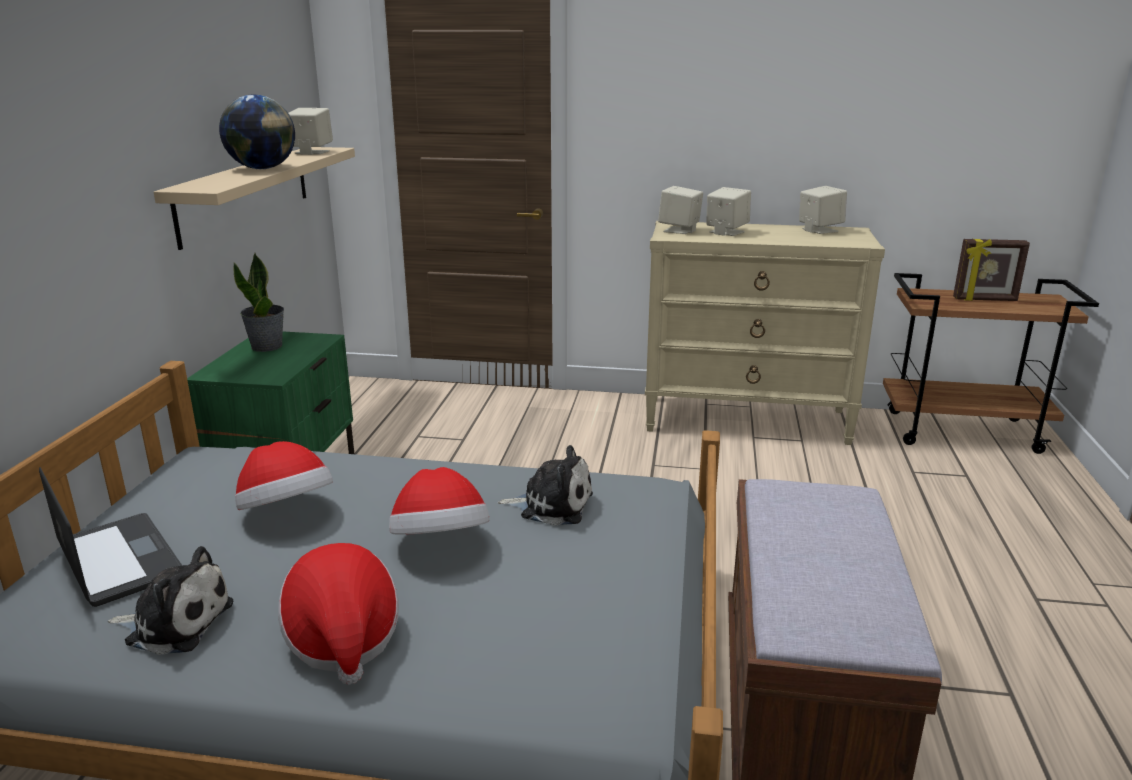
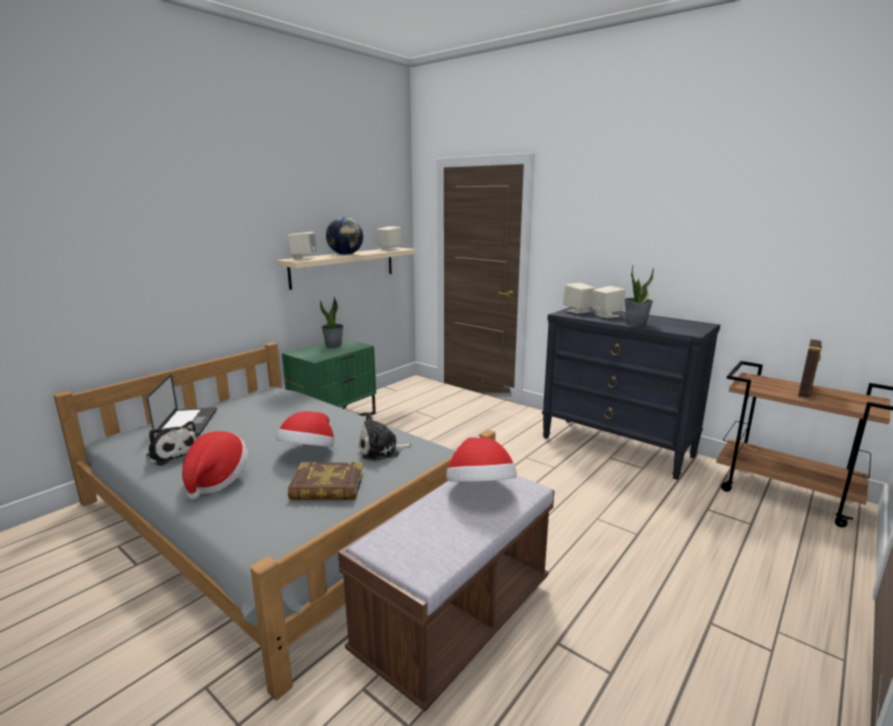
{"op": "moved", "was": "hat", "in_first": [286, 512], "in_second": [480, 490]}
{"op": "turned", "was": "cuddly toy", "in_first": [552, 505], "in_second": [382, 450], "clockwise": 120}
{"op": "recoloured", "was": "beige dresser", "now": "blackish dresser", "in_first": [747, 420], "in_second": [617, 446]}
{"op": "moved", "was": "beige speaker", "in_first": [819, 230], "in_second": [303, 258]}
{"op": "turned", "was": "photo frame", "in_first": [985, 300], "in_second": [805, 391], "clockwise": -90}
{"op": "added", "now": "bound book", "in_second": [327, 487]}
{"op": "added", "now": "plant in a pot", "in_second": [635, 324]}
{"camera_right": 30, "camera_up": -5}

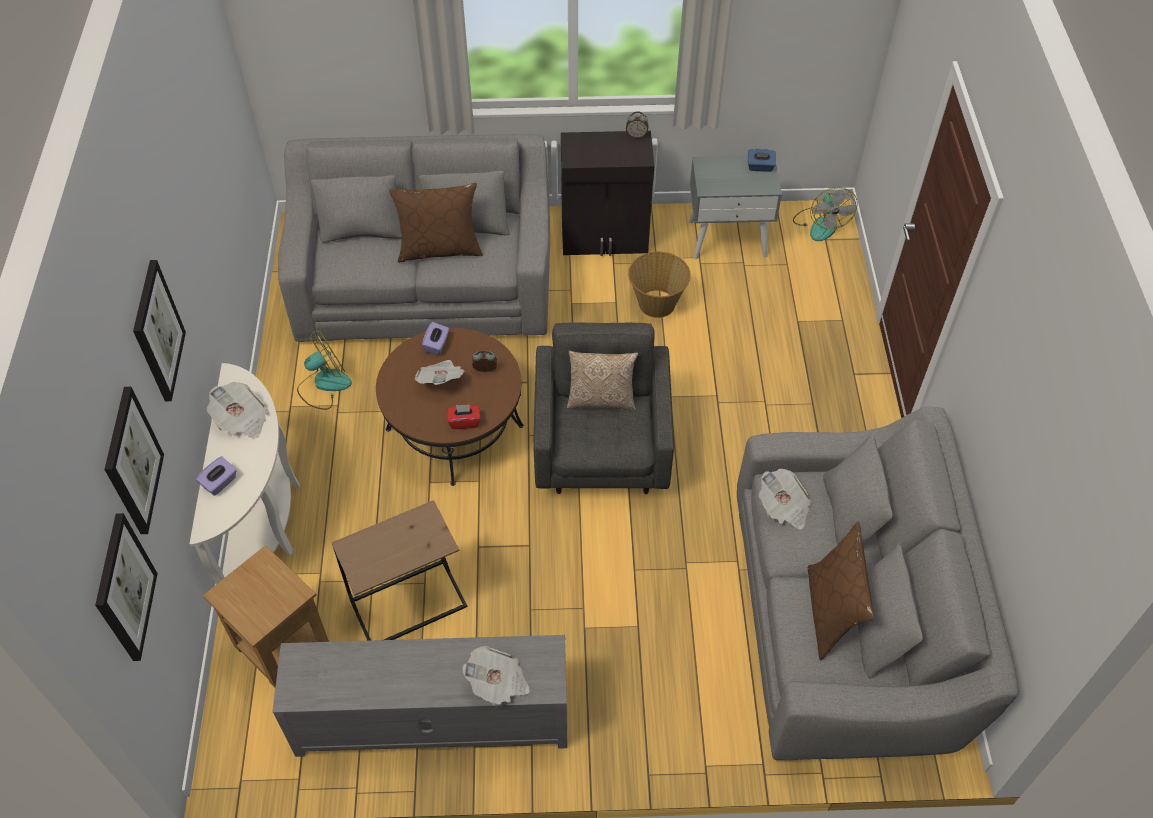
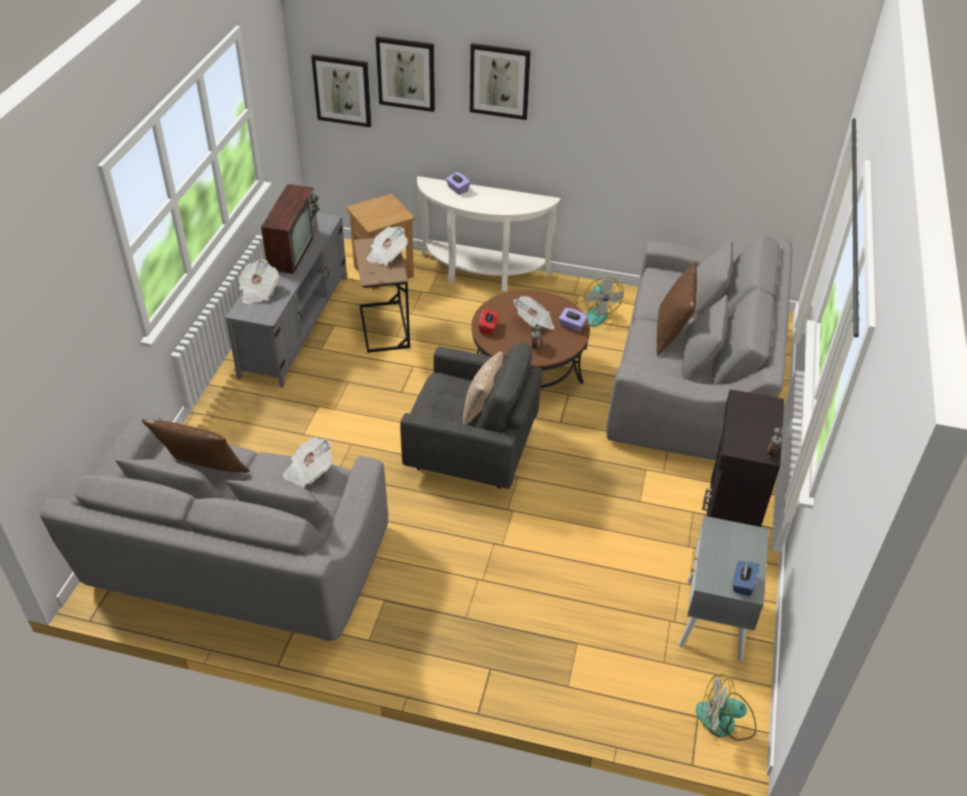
{"op": "moved", "was": "newspaper", "in_first": [241, 420], "in_second": [386, 255]}
{"op": "removed", "was": "storage basket", "in_first": [657, 303]}
{"op": "added", "now": "TV set", "in_second": [293, 248]}
{"camera_right": 105, "camera_up": -10}

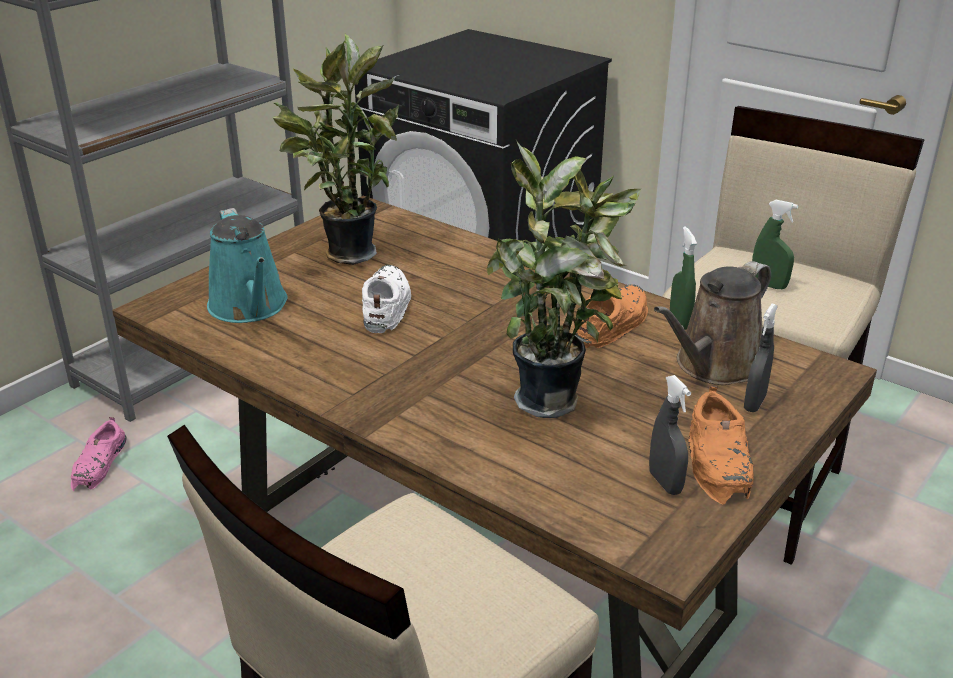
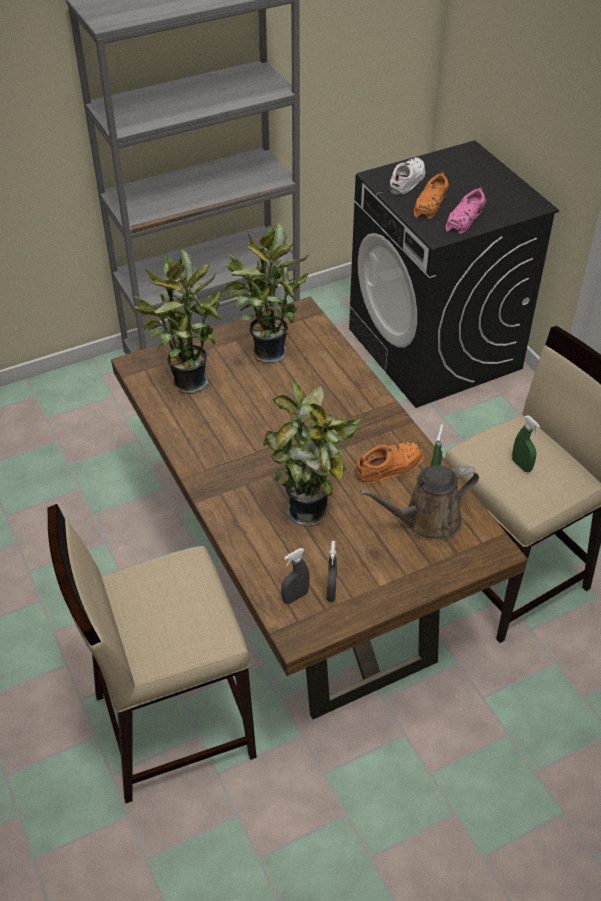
{"op": "moved", "was": "pinkish item of footwear", "in_first": [99, 464], "in_second": [465, 218]}
{"op": "replaced", "was": "turquoise-coloured watering pot", "now": "plant in a pot", "in_first": [250, 307], "in_second": [186, 382]}
{"op": "moved", "was": "white-coloured item of footwear", "in_first": [385, 305], "in_second": [407, 180]}
{"op": "moved", "was": "orange item of footwear", "in_first": [719, 460], "in_second": [431, 203]}
{"op": "moved", "was": "grey hand sprayer", "in_first": [754, 403], "in_second": [295, 597]}
{"camera_right": 25, "camera_up": 15}

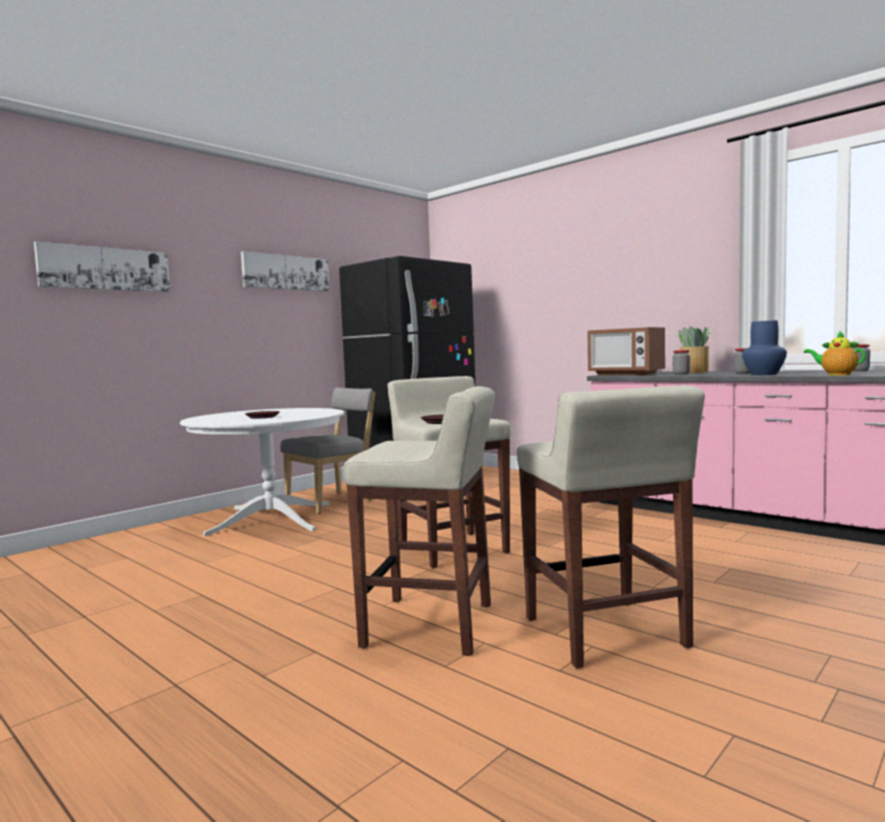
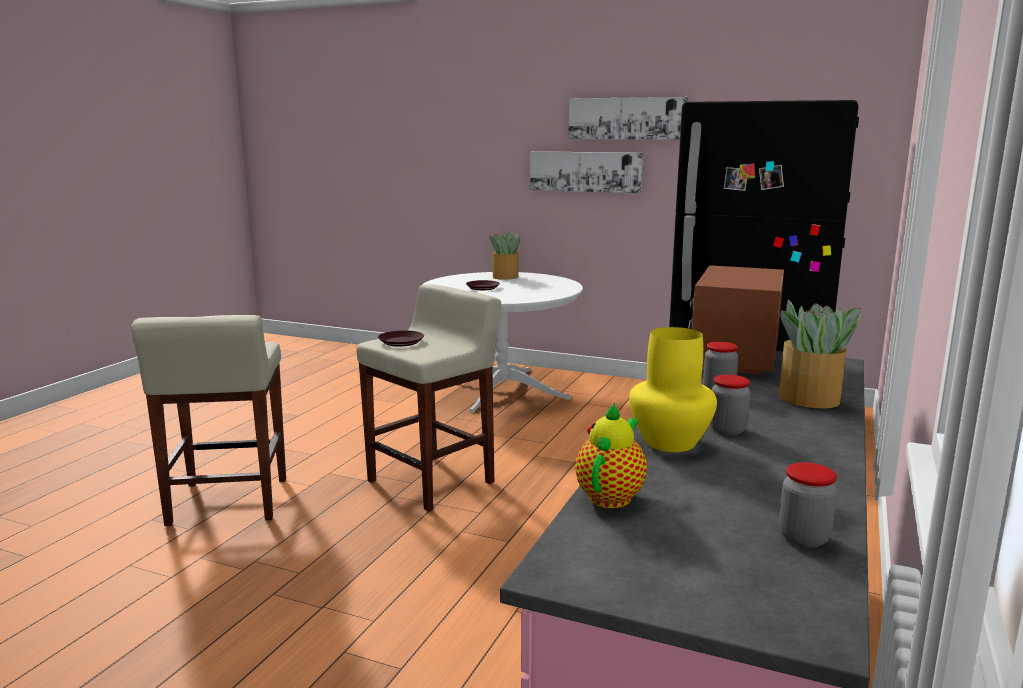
{"op": "moved", "was": "wall picture", "in_first": [105, 269], "in_second": [585, 171]}
{"op": "removed", "was": "grey upright chair", "in_first": [333, 502]}
{"op": "removed", "was": "beige stool", "in_first": [605, 634]}
{"op": "recoloured", "was": "blue-coloured vase", "now": "yellow-coloured vase", "in_first": [763, 374], "in_second": [670, 442]}
{"op": "added", "now": "plant in a pot", "in_second": [504, 277]}
{"camera_right": 70, "camera_up": 10}

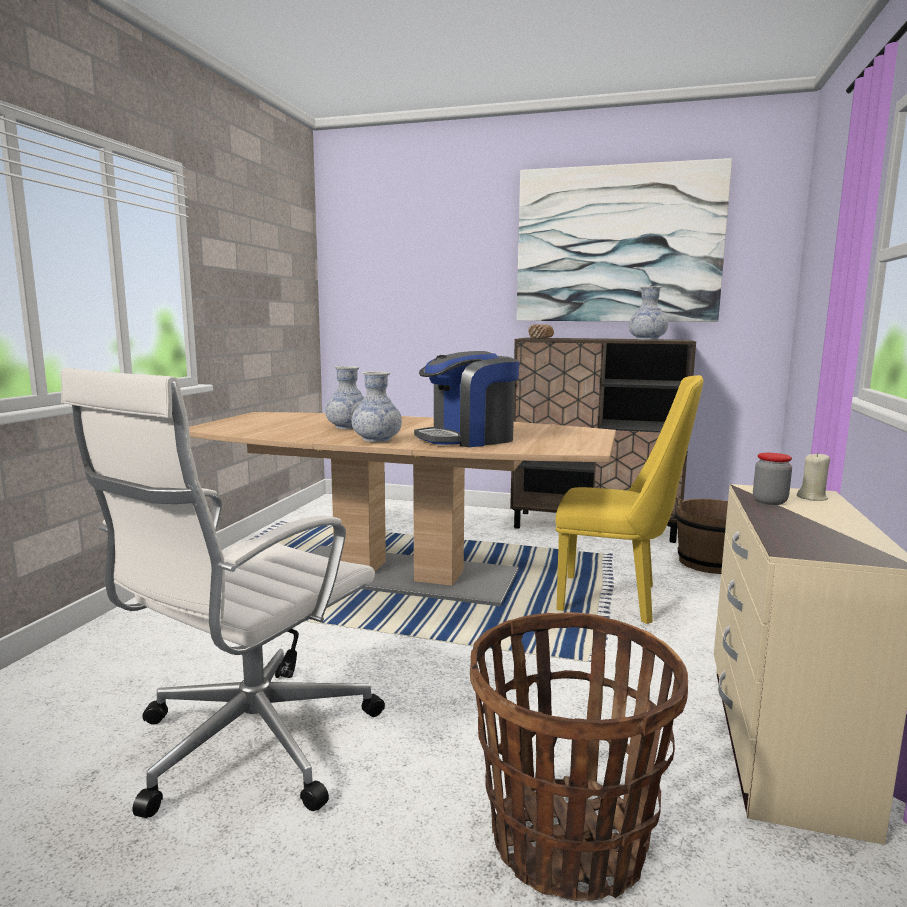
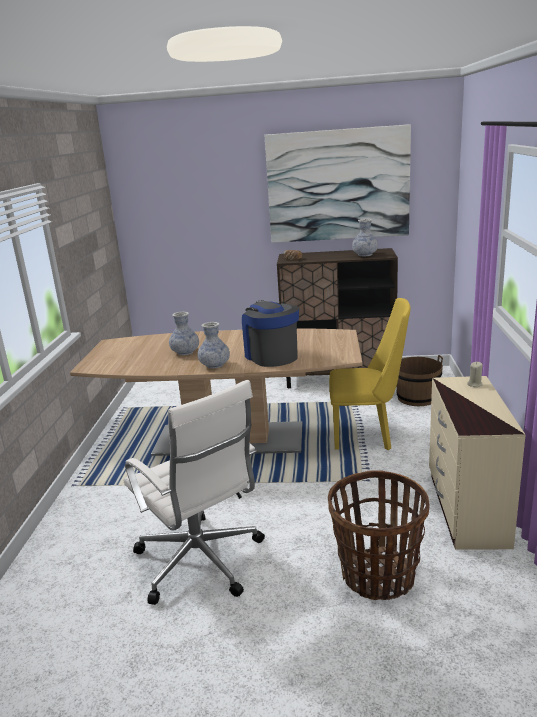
{"op": "turned", "was": "white-coloured office chair", "in_first": [248, 744], "in_second": [201, 563], "clockwise": -60}
{"op": "turned", "was": "coffee machine", "in_first": [468, 439], "in_second": [271, 356], "clockwise": 105}
{"op": "removed", "was": "preserve jar", "in_first": [769, 501]}
{"camera_right": -10, "camera_up": 10}

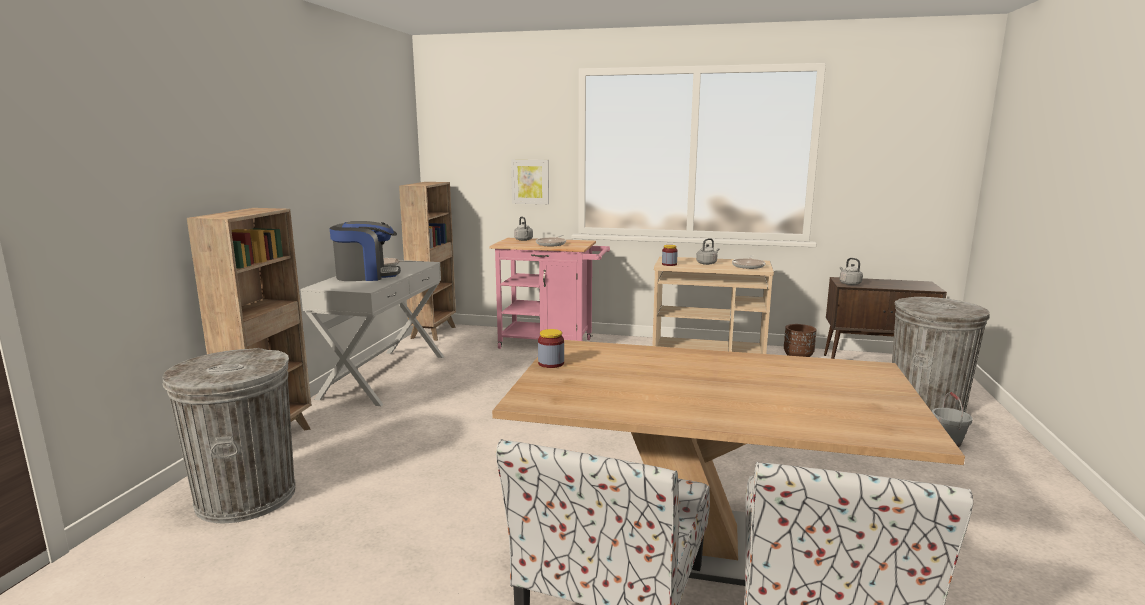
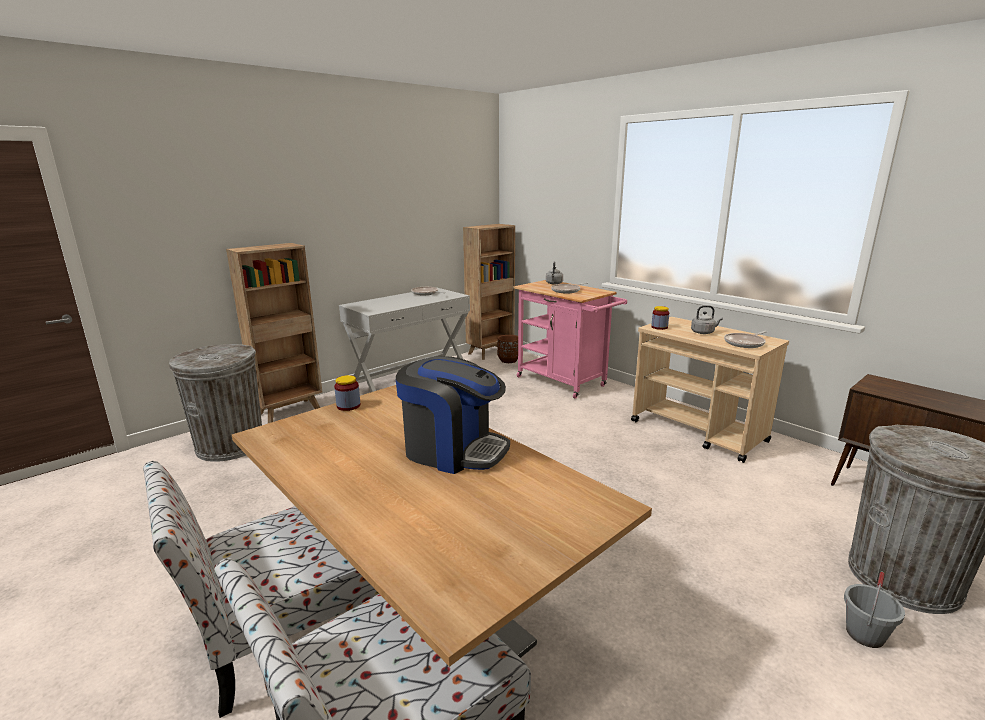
{"op": "moved", "was": "coffee machine", "in_first": [366, 276], "in_second": [453, 450]}
{"op": "removed", "was": "wall picture", "in_first": [530, 181]}
{"op": "moved", "was": "brown-coloured flower pot", "in_first": [798, 357], "in_second": [508, 360]}
{"op": "removed", "was": "grey tea kettle", "in_first": [849, 283]}
{"camera_right": 35, "camera_up": 5}

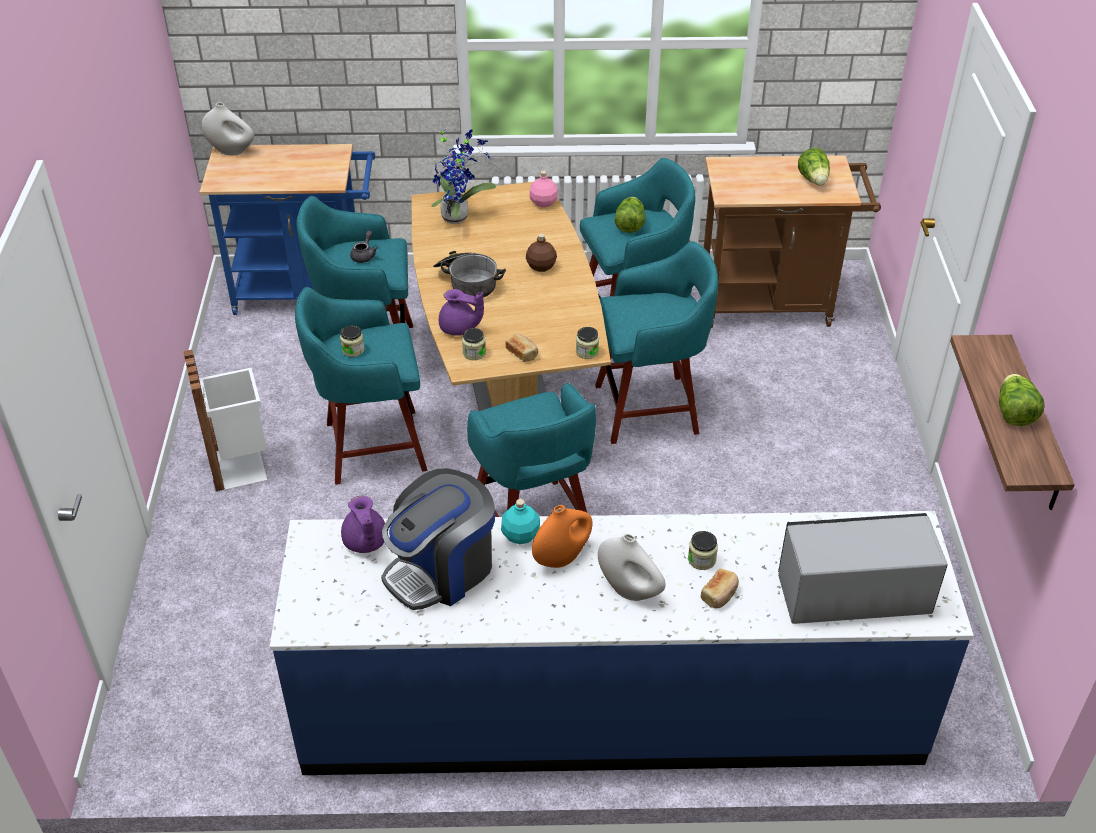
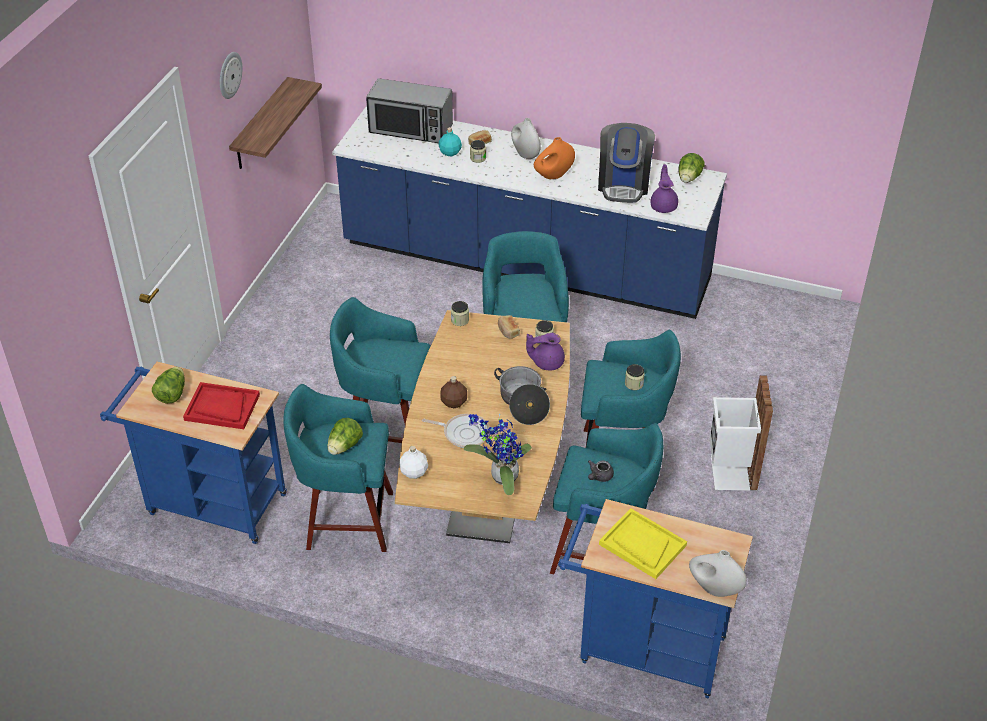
{"op": "turned", "was": "coffee machine", "in_first": [441, 570], "in_second": [623, 184], "clockwise": 120}
{"op": "turned", "was": "purple teapot", "in_first": [459, 328], "in_second": [546, 362], "clockwise": -45}
{"op": "moved", "was": "turquoise-coloured beverage bottle", "in_first": [521, 535], "in_second": [450, 152]}
{"op": "recoloured", "was": "pinkish beverage bottle", "now": "white-coloured beverage bottle", "in_first": [543, 202], "in_second": [414, 472]}
{"op": "recoloured", "was": "brown-coloured cart", "now": "blue-coloured cart", "in_first": [774, 304], "in_second": [209, 503]}
{"op": "moved", "was": "head of lettuce", "in_first": [1013, 413], "in_second": [689, 178]}
{"op": "added", "now": "red-coloured carrying tray", "in_second": [222, 407]}
{"op": "added", "now": "hanging clock", "in_second": [229, 75]}
{"op": "added", "now": "skillet", "in_second": [464, 433]}
{"op": "added", "now": "yellow-coloured carrying tray", "in_second": [642, 545]}
{"camera_right": -160, "camera_up": 0}

